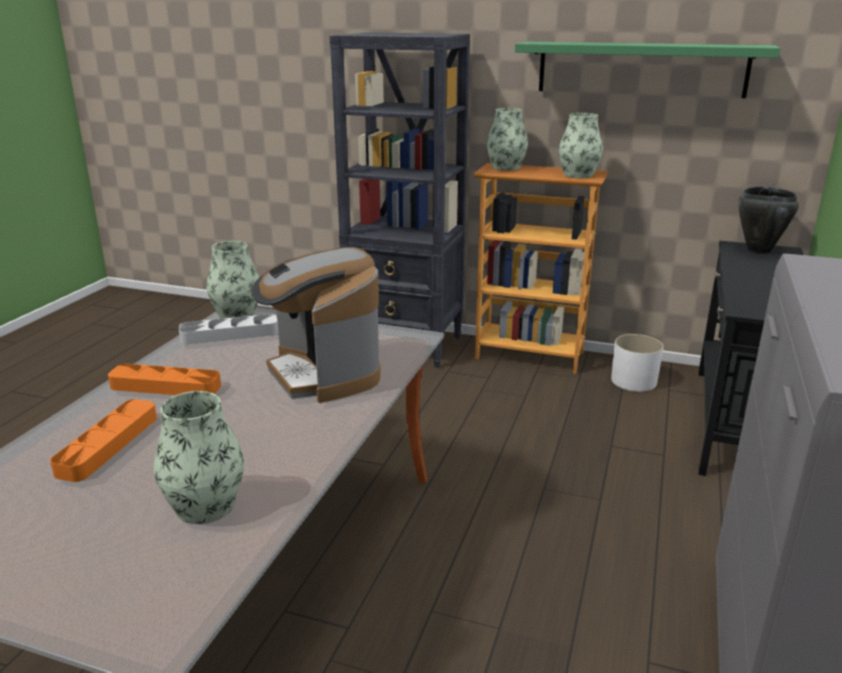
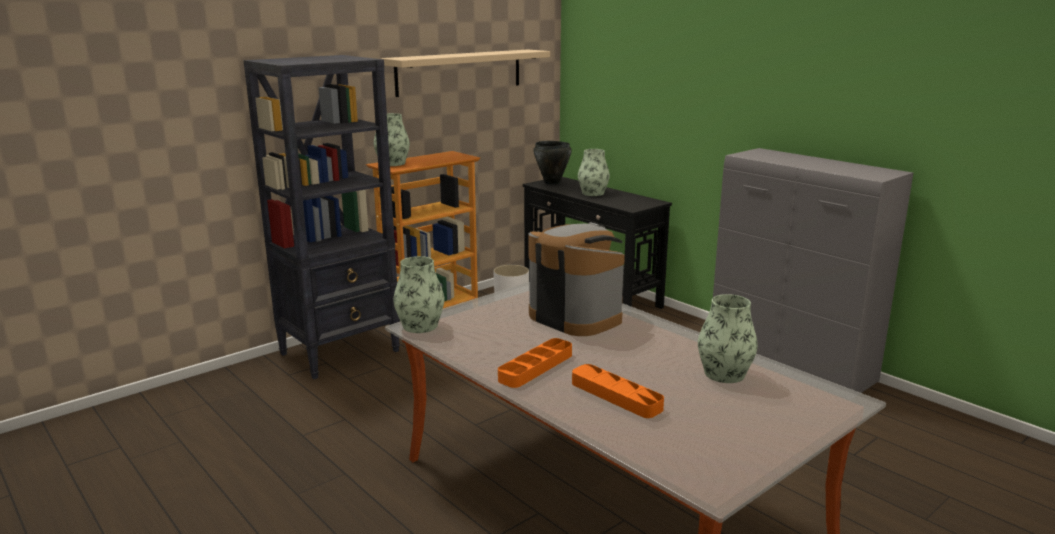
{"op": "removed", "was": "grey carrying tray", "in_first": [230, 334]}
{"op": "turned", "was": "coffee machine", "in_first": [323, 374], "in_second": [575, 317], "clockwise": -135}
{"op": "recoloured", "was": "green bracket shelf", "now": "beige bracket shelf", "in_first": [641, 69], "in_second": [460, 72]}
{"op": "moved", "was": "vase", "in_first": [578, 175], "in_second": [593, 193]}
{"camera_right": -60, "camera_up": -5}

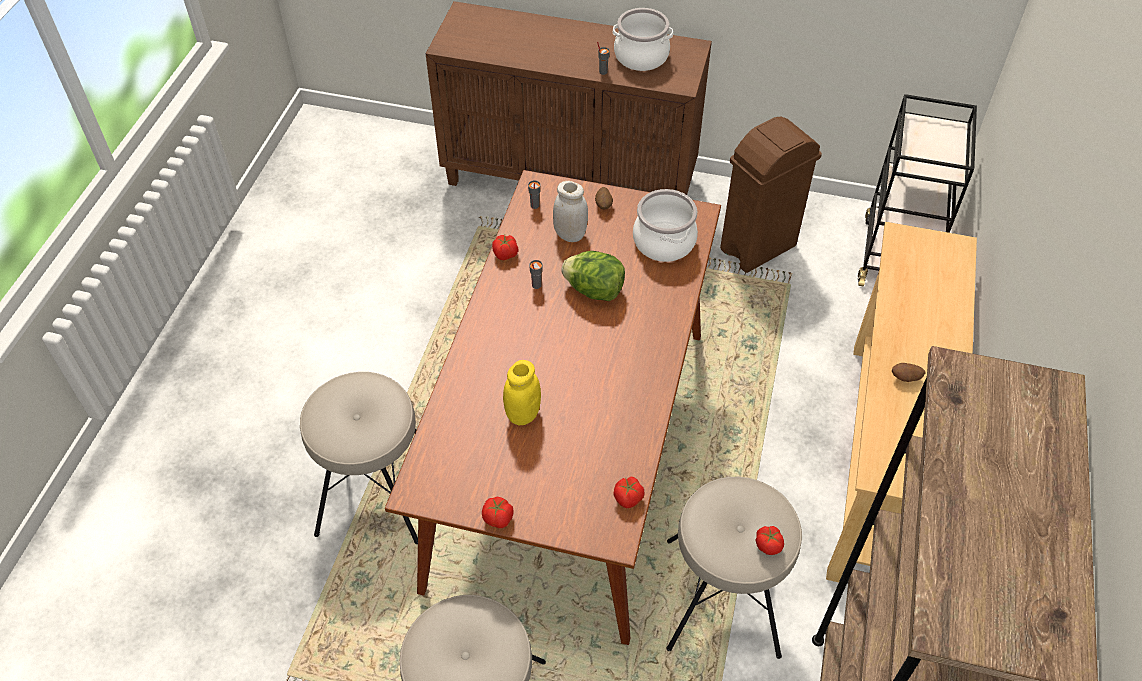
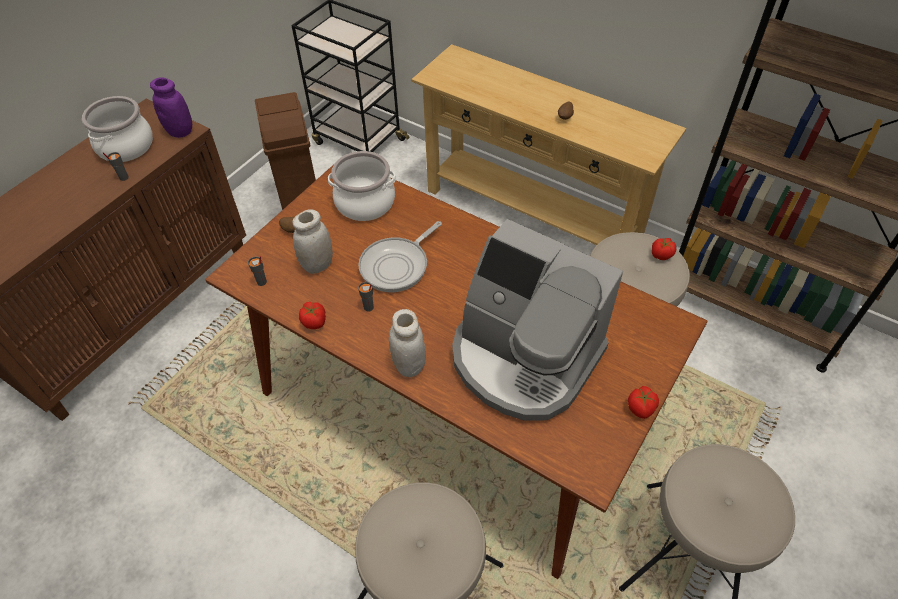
{"op": "replaced", "was": "yellow-coloured preserve jar", "now": "coffee machine", "in_first": [523, 414], "in_second": [524, 358]}
{"op": "replaced", "was": "head of lettuce", "now": "skillet", "in_first": [594, 290], "in_second": [397, 265]}
{"op": "removed", "was": "tomato", "in_first": [628, 498]}
{"op": "added", "now": "purple preserve jar", "in_second": [180, 131]}
{"op": "added", "now": "white-coloured preserve jar", "in_second": [409, 365]}
{"camera_right": -70, "camera_up": 0}

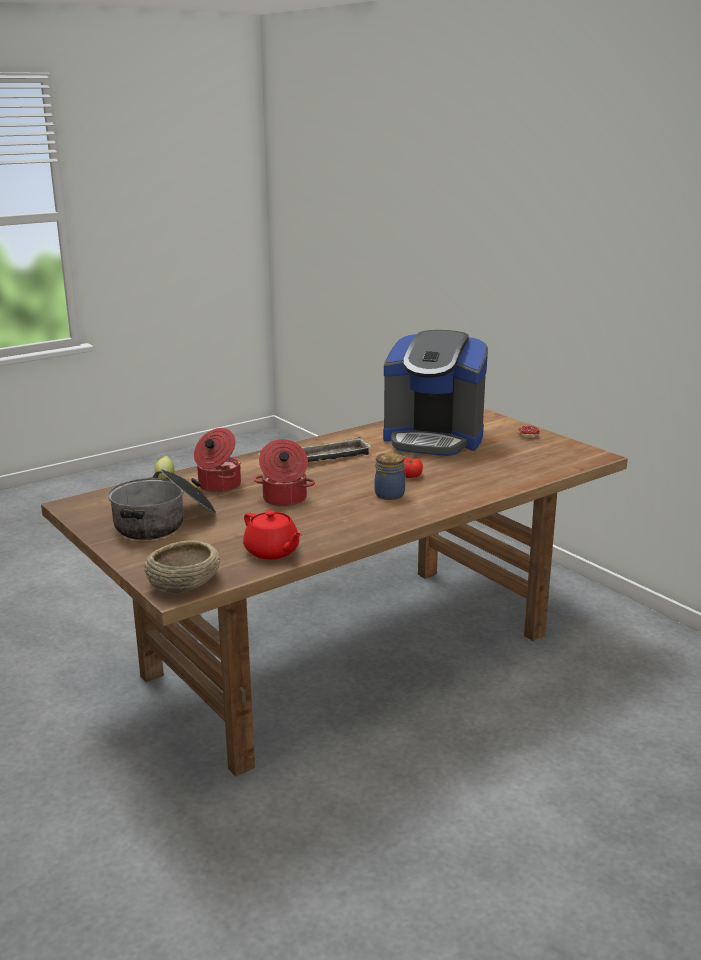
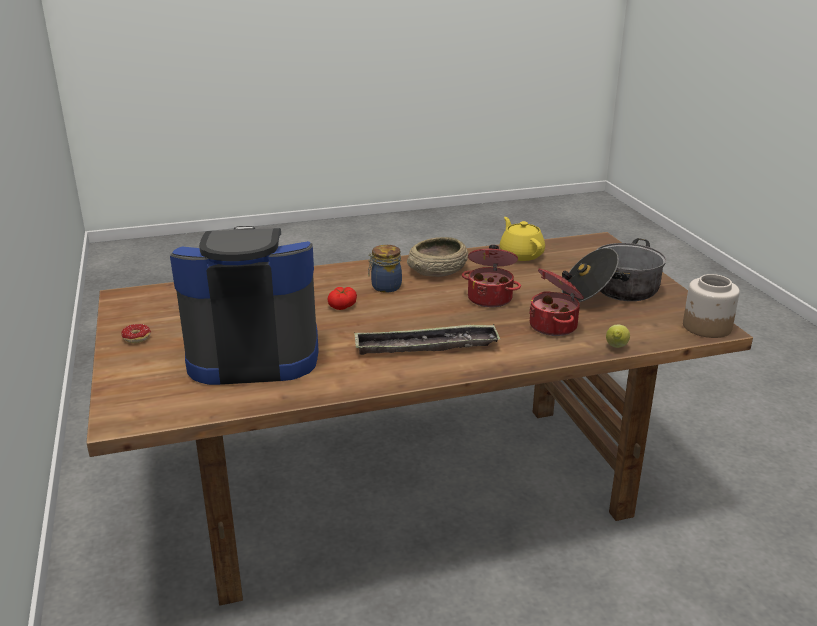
{"op": "moved", "was": "beige bowl", "in_first": [183, 582], "in_second": [438, 270]}
{"op": "recoloured", "was": "red-coloured teapot", "now": "yellow-coloured teapot", "in_first": [272, 552], "in_second": [521, 254]}
{"op": "turned", "was": "coffee machine", "in_first": [434, 439], "in_second": [253, 354], "clockwise": -45}
{"op": "added", "now": "preserve jar", "in_second": [706, 327]}
{"camera_right": -160, "camera_up": 5}

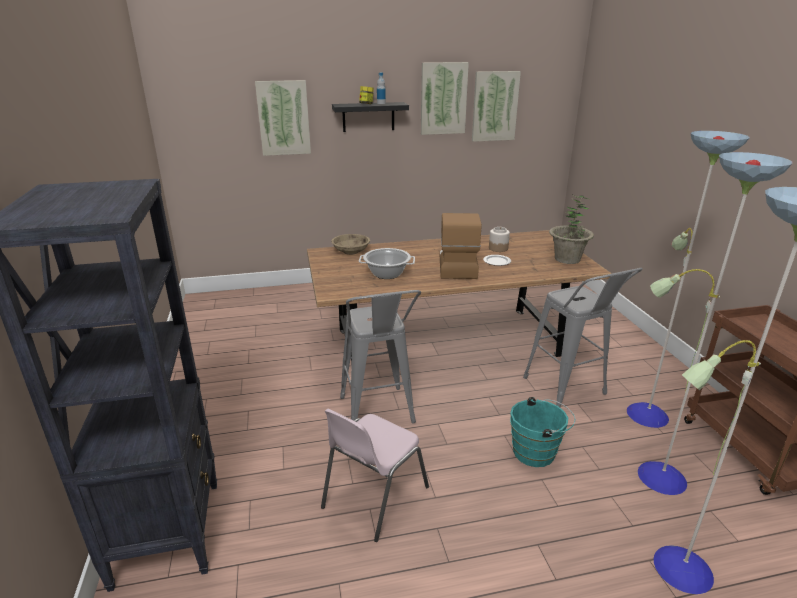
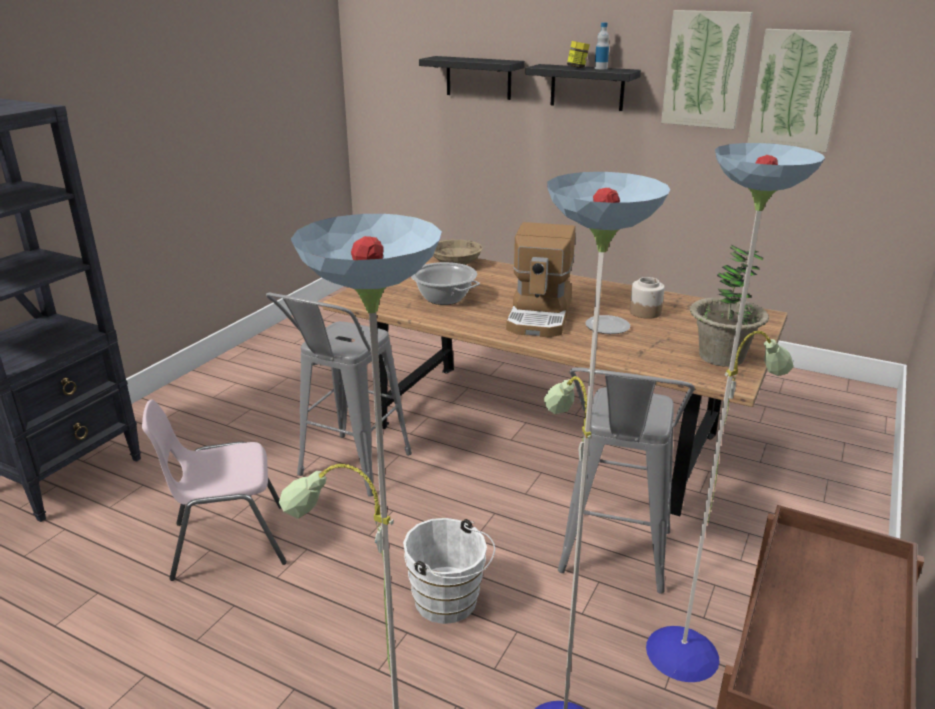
{"op": "replaced", "was": "wall picture", "now": "blackish bracket shelf", "in_first": [283, 118], "in_second": [478, 78]}
{"op": "turned", "was": "coffee machine", "in_first": [456, 266], "in_second": [540, 316], "clockwise": 150}
{"op": "recoloured", "was": "turquoise-coloured bucket", "now": "white-coloured bucket", "in_first": [537, 452], "in_second": [450, 603]}
{"camera_right": 40, "camera_up": 0}

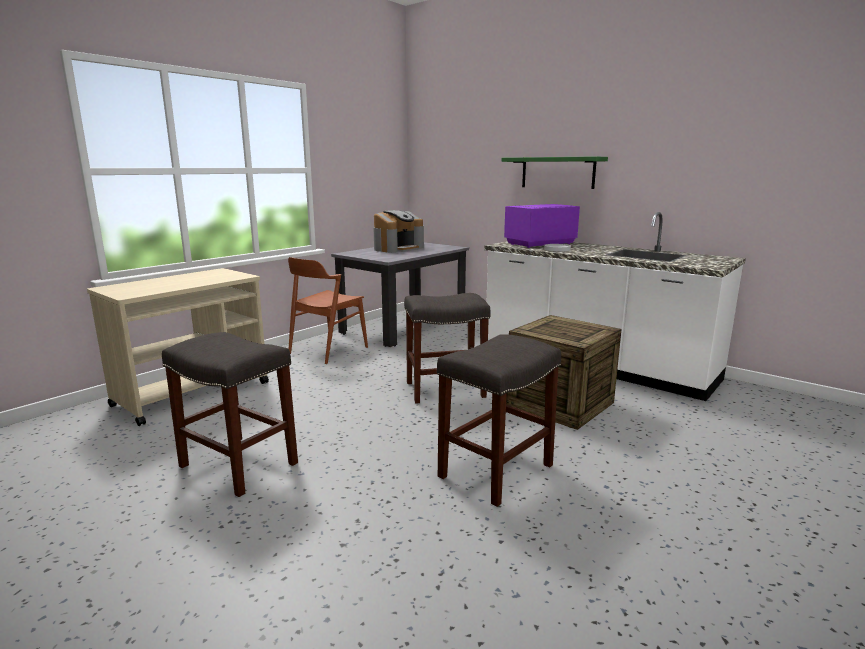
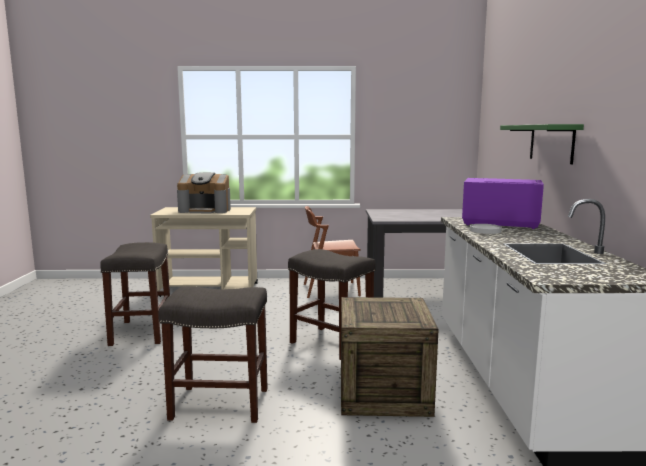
{"op": "moved", "was": "coffee machine", "in_first": [398, 248], "in_second": [205, 210]}
{"camera_right": 50, "camera_up": -5}

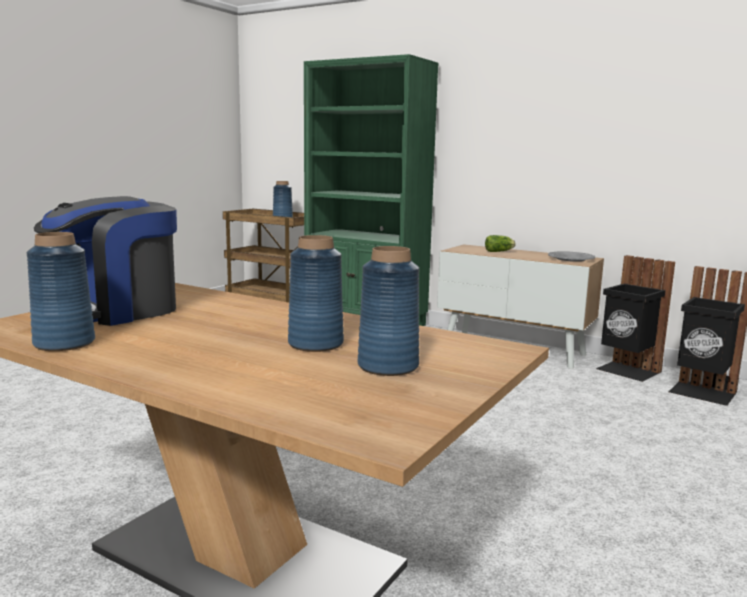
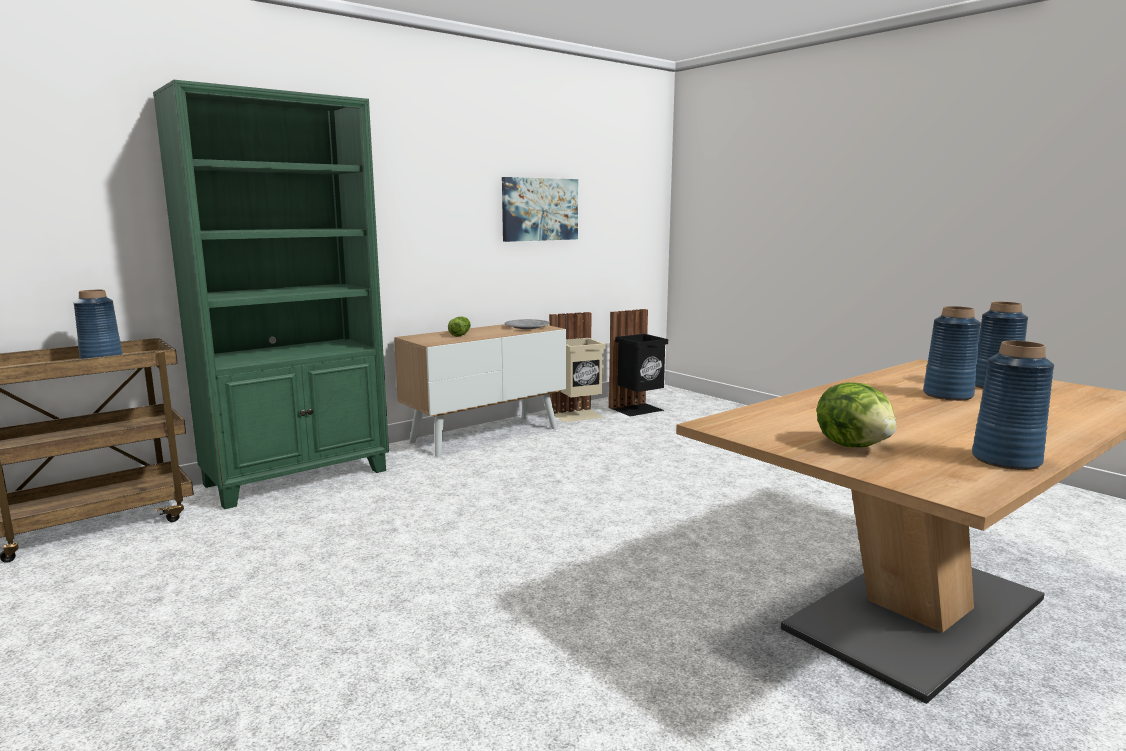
{"op": "replaced", "was": "coffee machine", "now": "head of lettuce", "in_first": [115, 311], "in_second": [854, 445]}
{"op": "recoloured", "was": "blackish waste bin", "now": "beige waste bin", "in_first": [627, 371], "in_second": [578, 415]}
{"op": "added", "now": "wall picture", "in_second": [539, 209]}
{"camera_right": -70, "camera_up": 0}

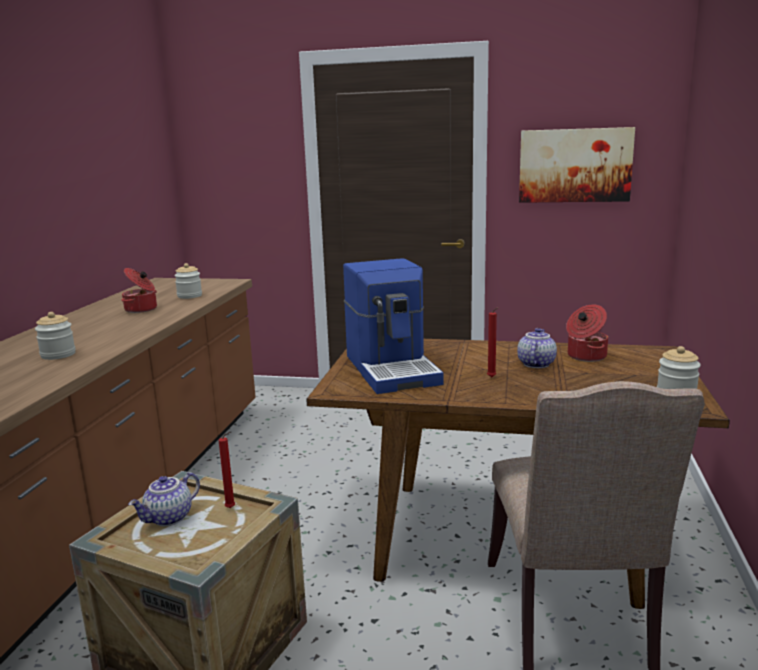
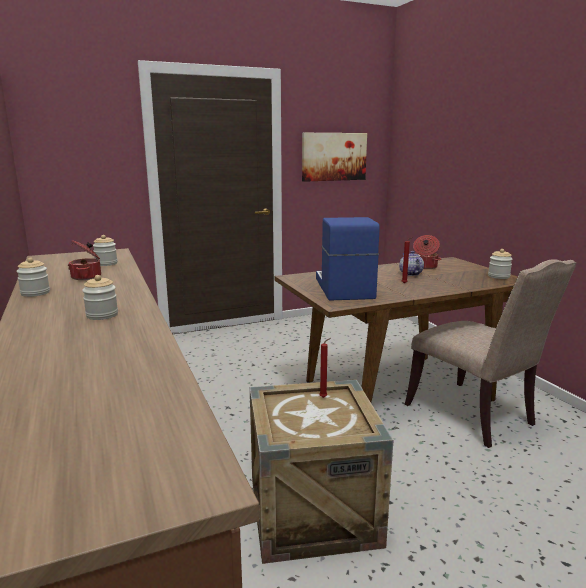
{"op": "removed", "was": "teapot", "in_first": [169, 518]}
{"op": "turned", "was": "coffee machine", "in_first": [393, 369], "in_second": [343, 288], "clockwise": -135}
{"op": "added", "now": "preserve jar", "in_second": [35, 293]}
{"camera_right": -35, "camera_up": 0}

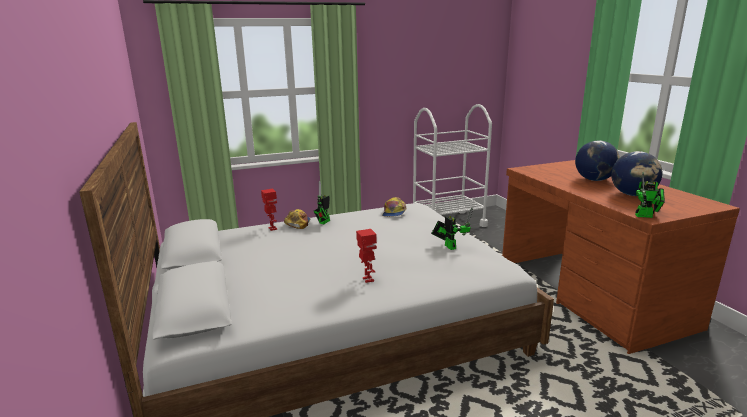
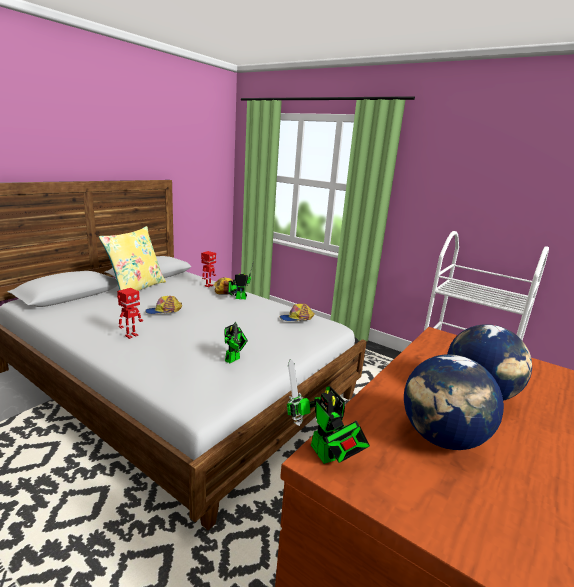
{"op": "added", "now": "yellow-coloured throw pillow", "in_second": [136, 288]}
{"op": "added", "now": "baseball cap", "in_second": [164, 311]}
{"camera_right": 55, "camera_up": 0}

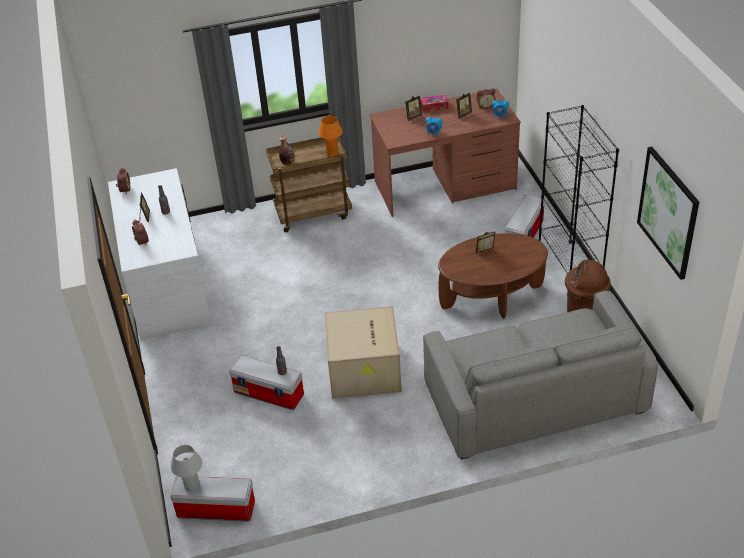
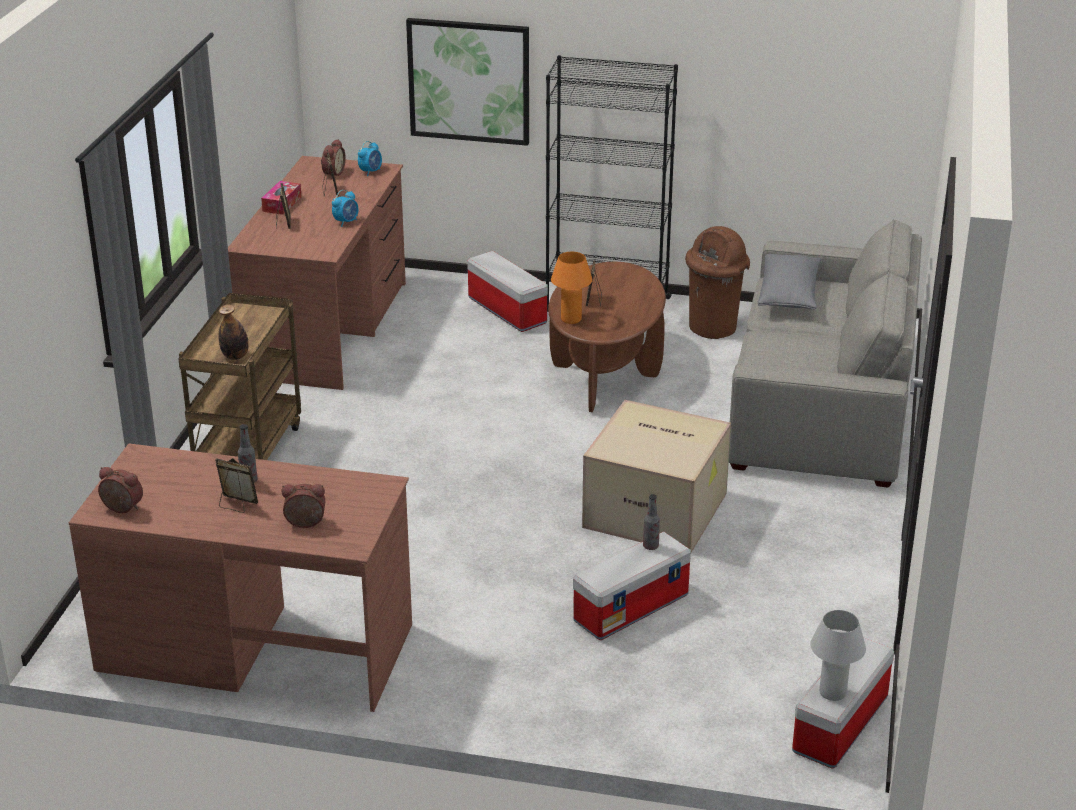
{"op": "recoloured", "was": "white-coloured desk", "now": "brown-coloured desk", "in_first": [167, 285], "in_second": [255, 646]}
{"op": "moved", "was": "orange table lamp", "in_first": [332, 154], "in_second": [571, 319]}
{"op": "moved", "was": "wall picture", "in_first": [668, 212], "in_second": [469, 81]}
{"op": "added", "now": "grey throw pillow", "in_second": [788, 295]}
{"camera_right": -65, "camera_up": -10}

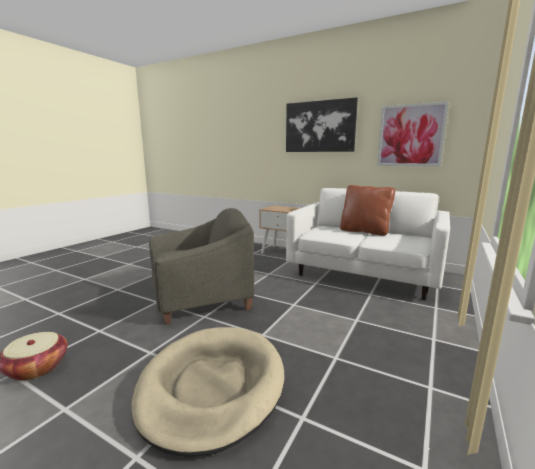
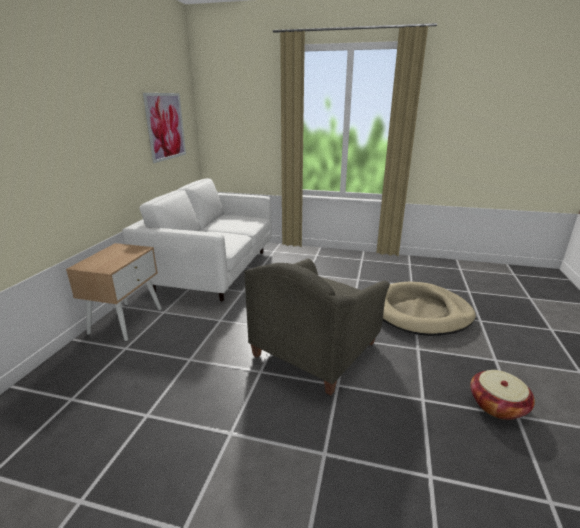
{"op": "turned", "was": "grey easy chair", "in_first": [202, 301], "in_second": [316, 350], "clockwise": -105}
{"op": "removed", "was": "wall picture", "in_first": [319, 126]}
{"op": "removed", "was": "brown-coloured throw pillow", "in_first": [364, 231]}
{"camera_right": -105, "camera_up": 10}

